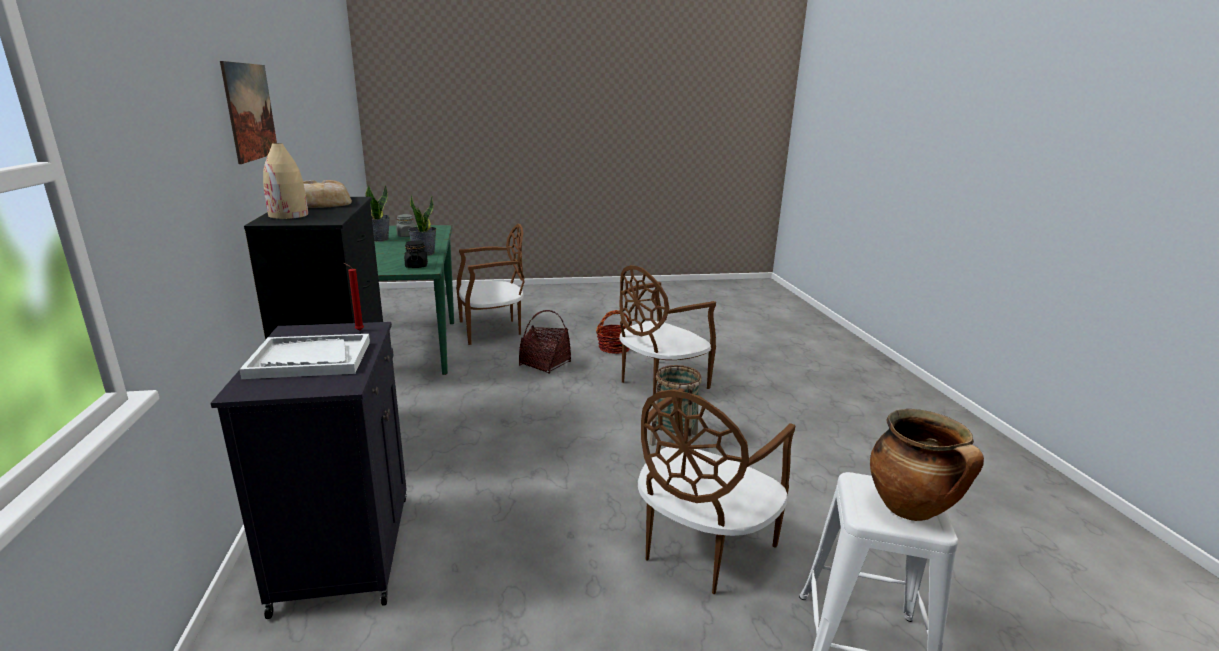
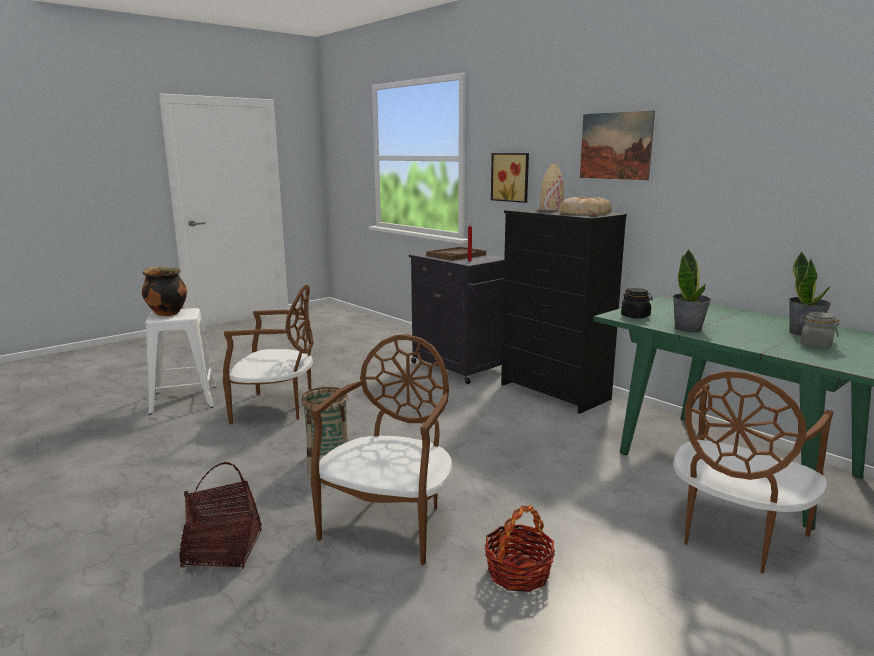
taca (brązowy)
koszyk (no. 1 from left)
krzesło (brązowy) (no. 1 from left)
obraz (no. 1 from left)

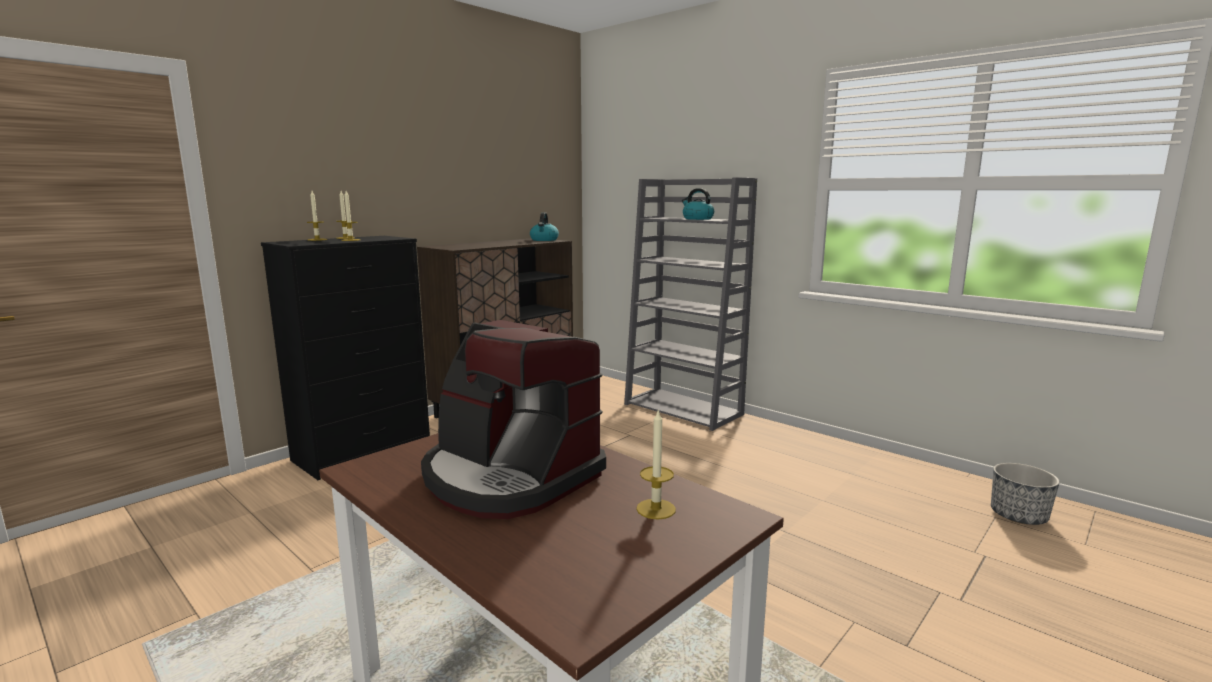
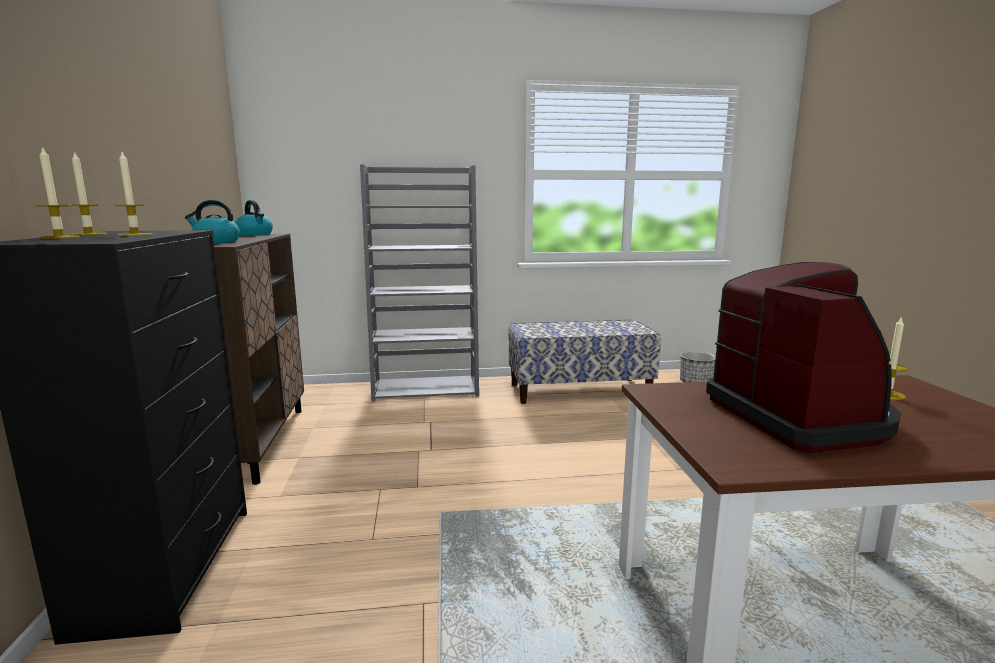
ekspres do kawy
czajnik (no. 1 from left)
ławka

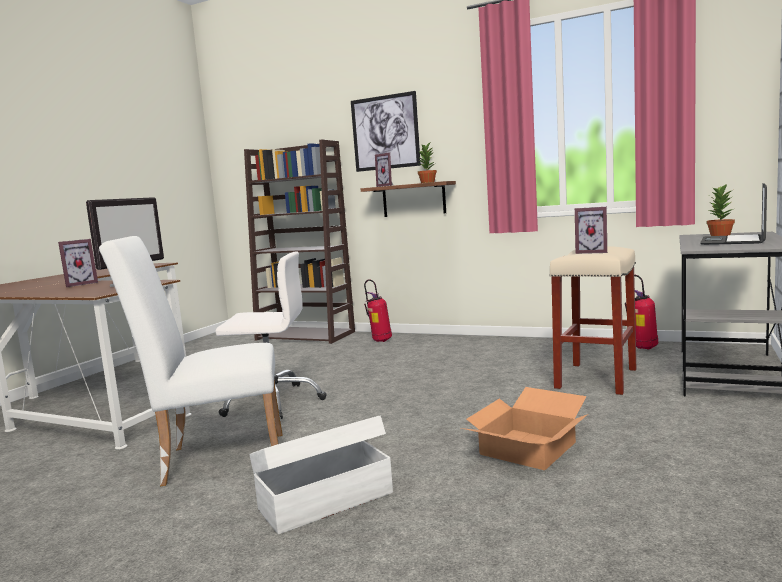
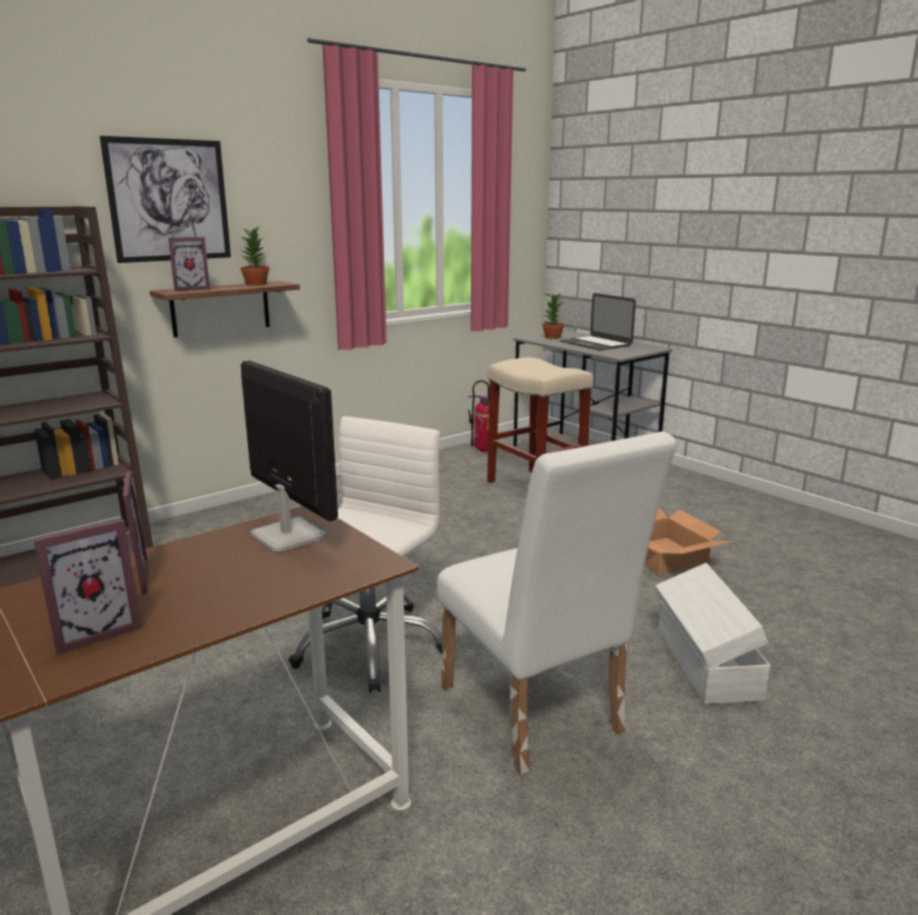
krzesło (biały)
gaśnica (no. 1 from left in the first image)
ramka na zdjęcie (no. 1 from left)

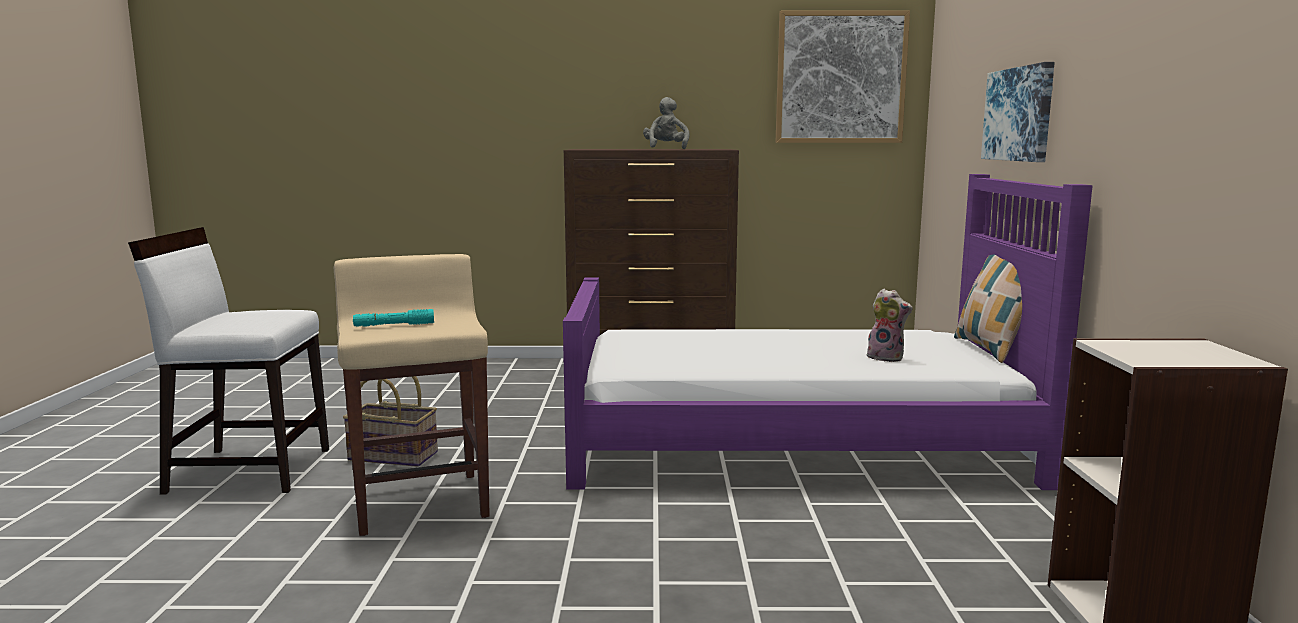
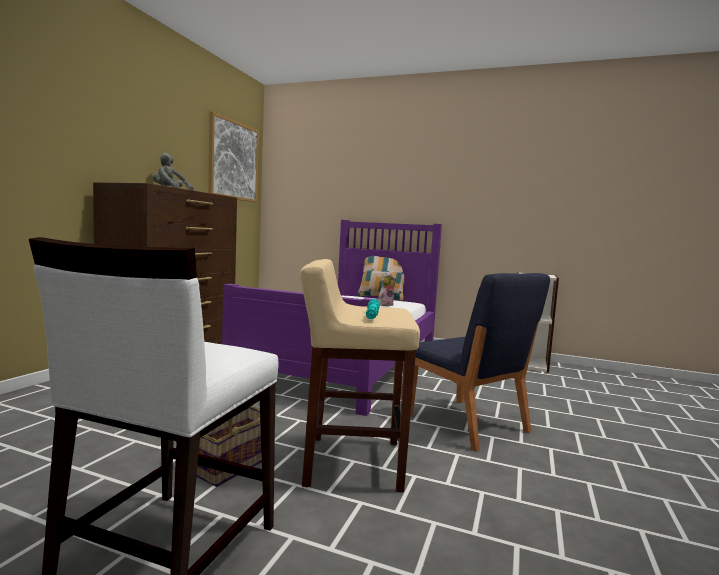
obraz (no. 2 from left in the first image)
krzesło (niebieski)

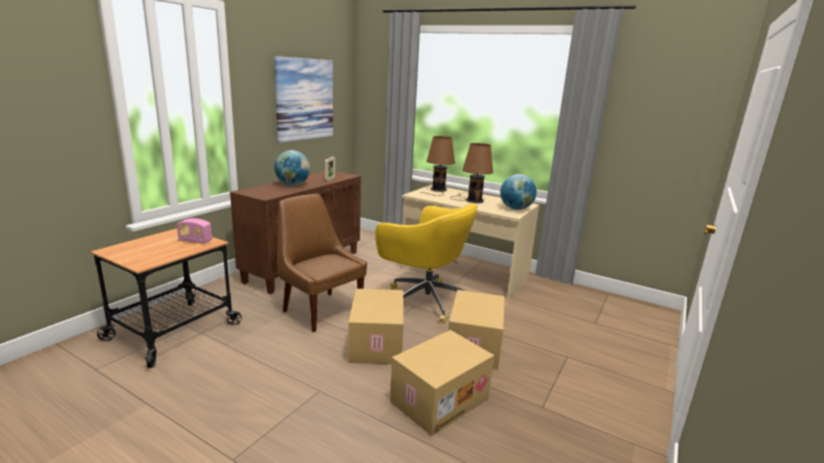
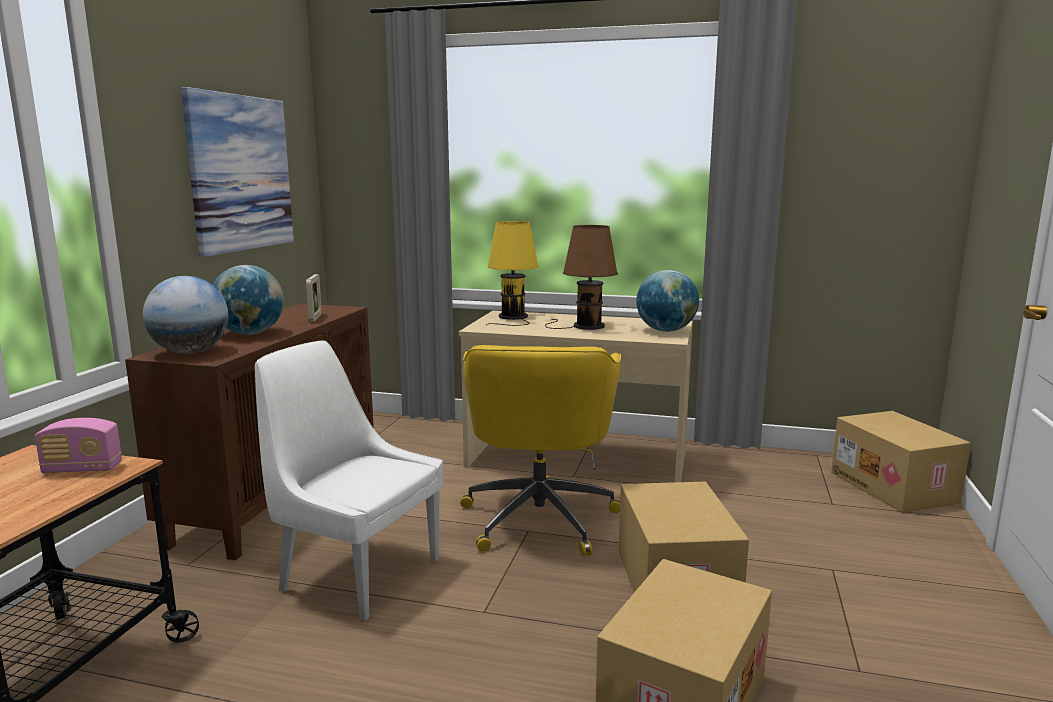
krzesło (biały)
karton (no. 3 from left)
krzesło biurowe (żółty)
lampa stołowa (żółty)
globus (no. 1 from left)

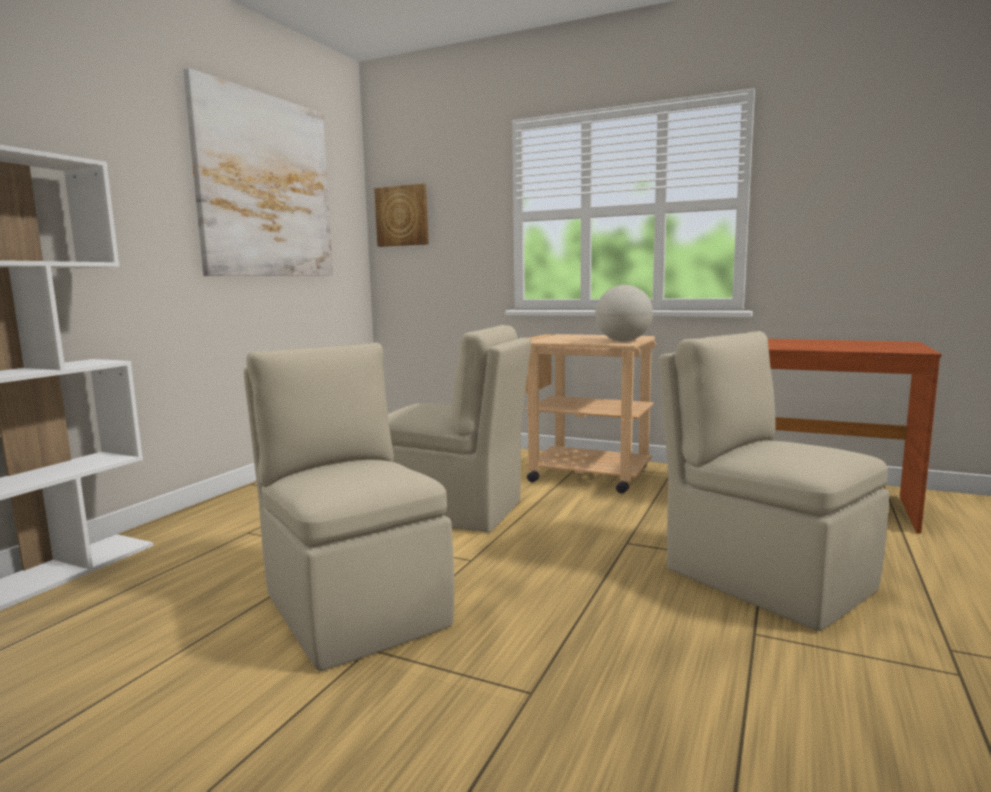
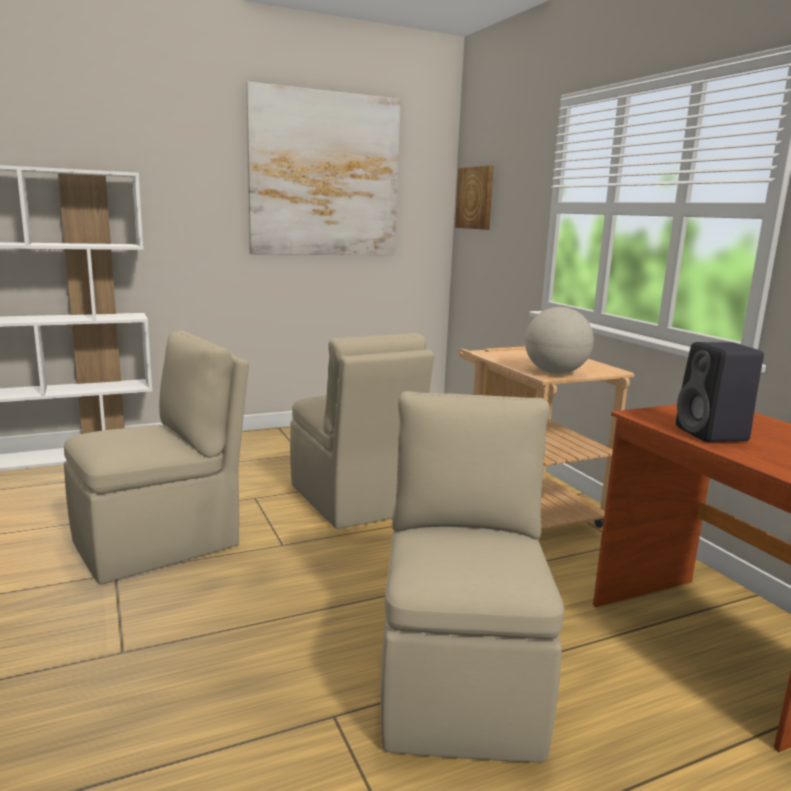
krzesło (beżowy) (no. 1 from left)
głośnik (czarny)

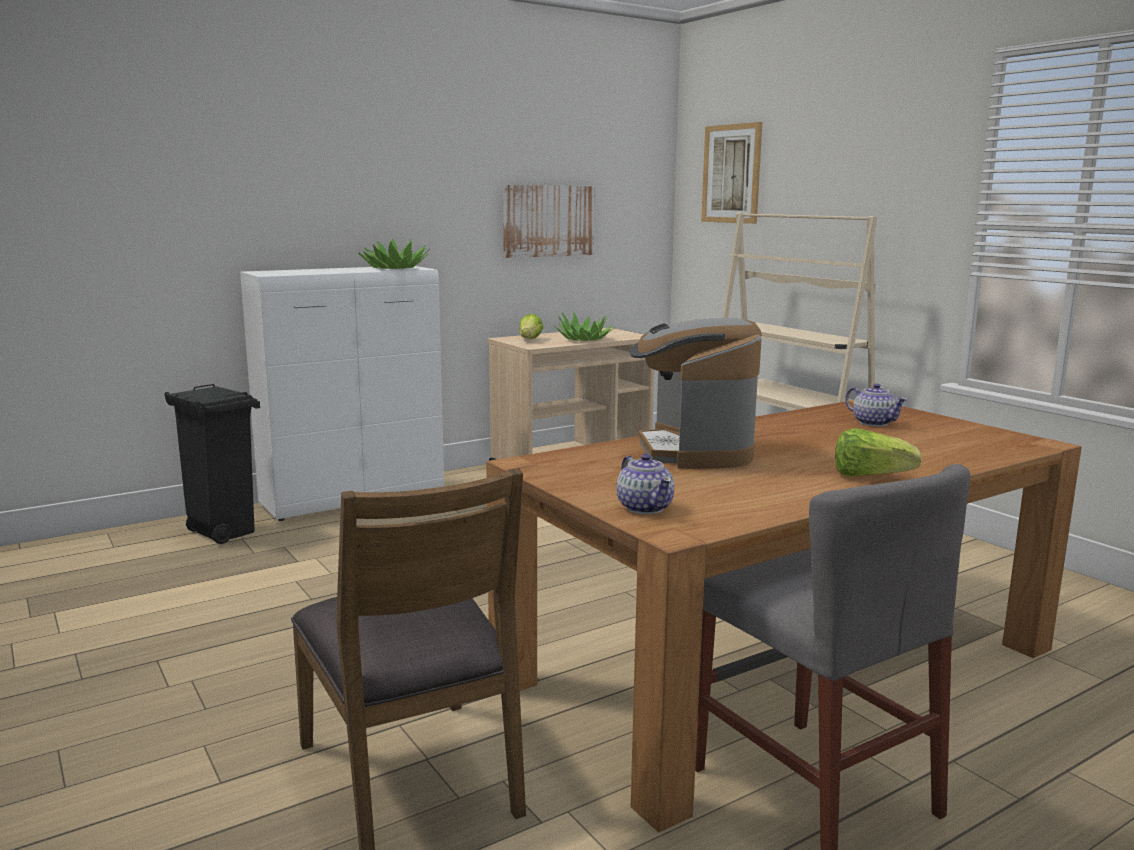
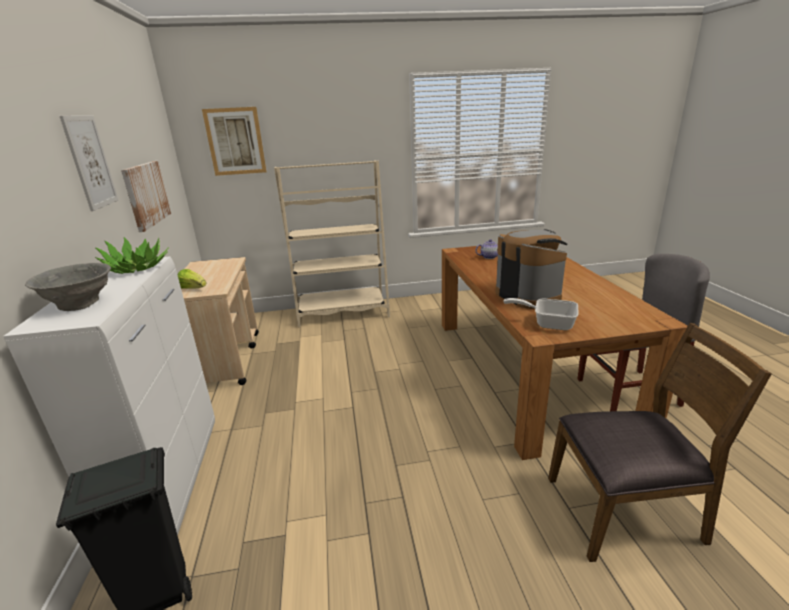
roślina doniczkowa (no. 2 from left in the first image)
imbryk (no. 1 from left in the first image)
ekspres do kawy
sałata (no. 2 from left in the first image)
miska (szary)
obraz (no. 1 from left)
patelnia

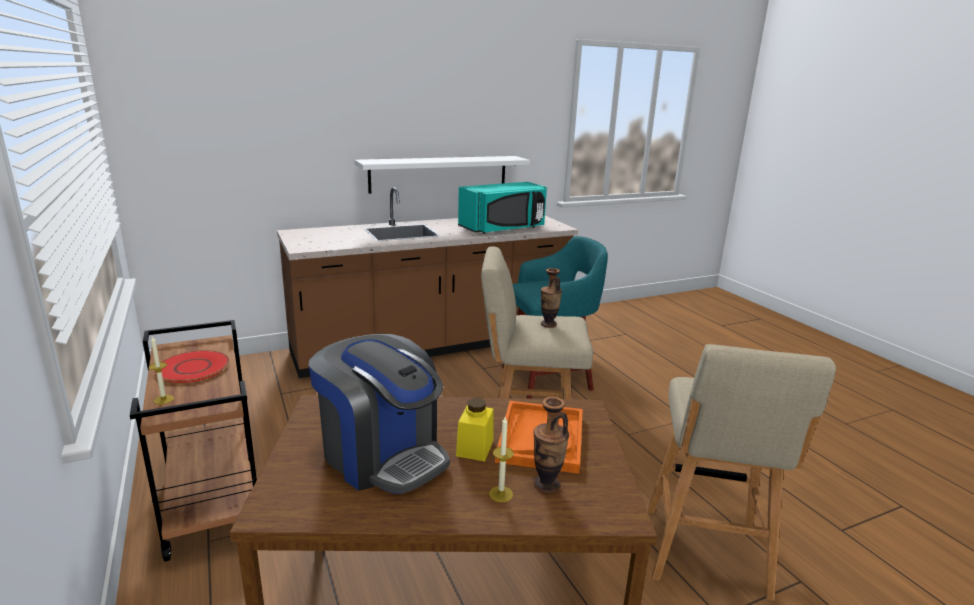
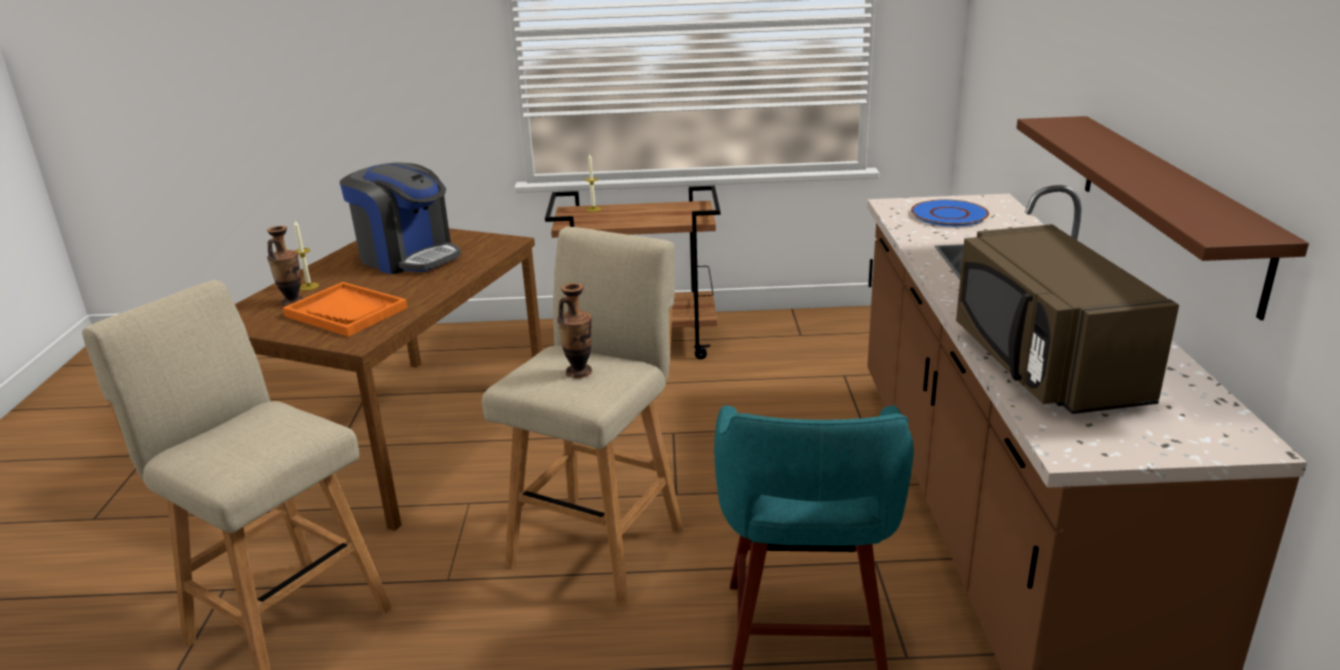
talerz (czerwony)
ekspres do kawy
półka (brązowy)
słoik (żółty)
mikrofalówka (brązowy)
talerz (niebieski)

